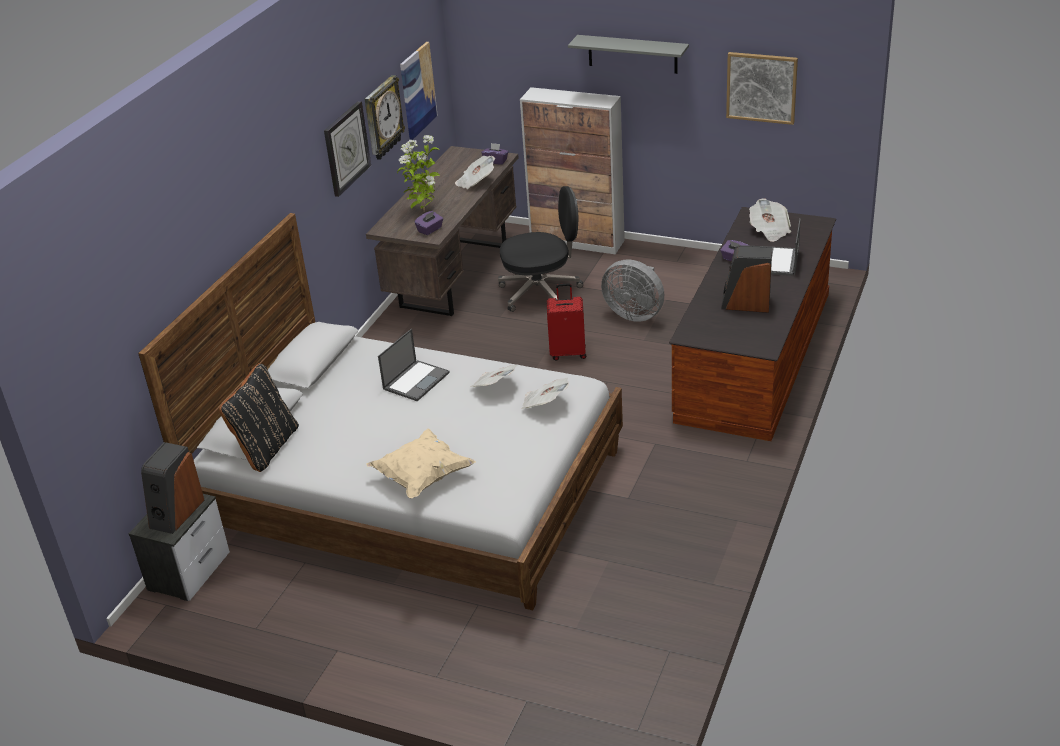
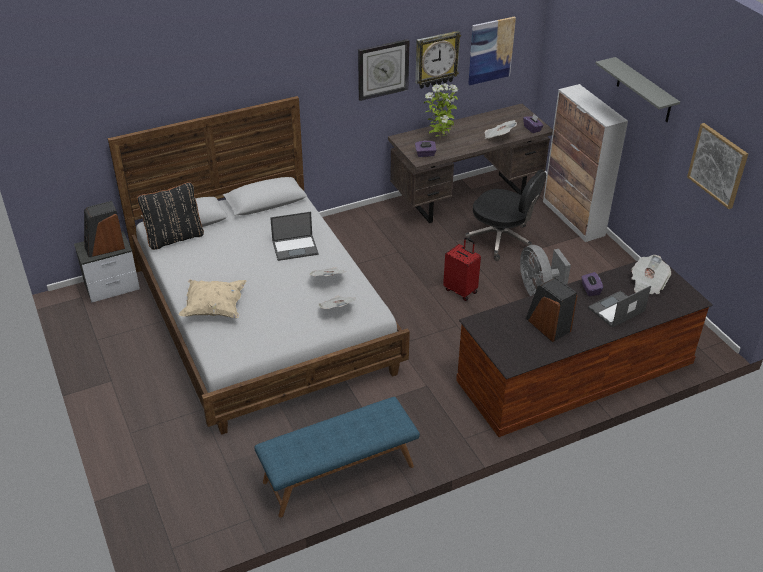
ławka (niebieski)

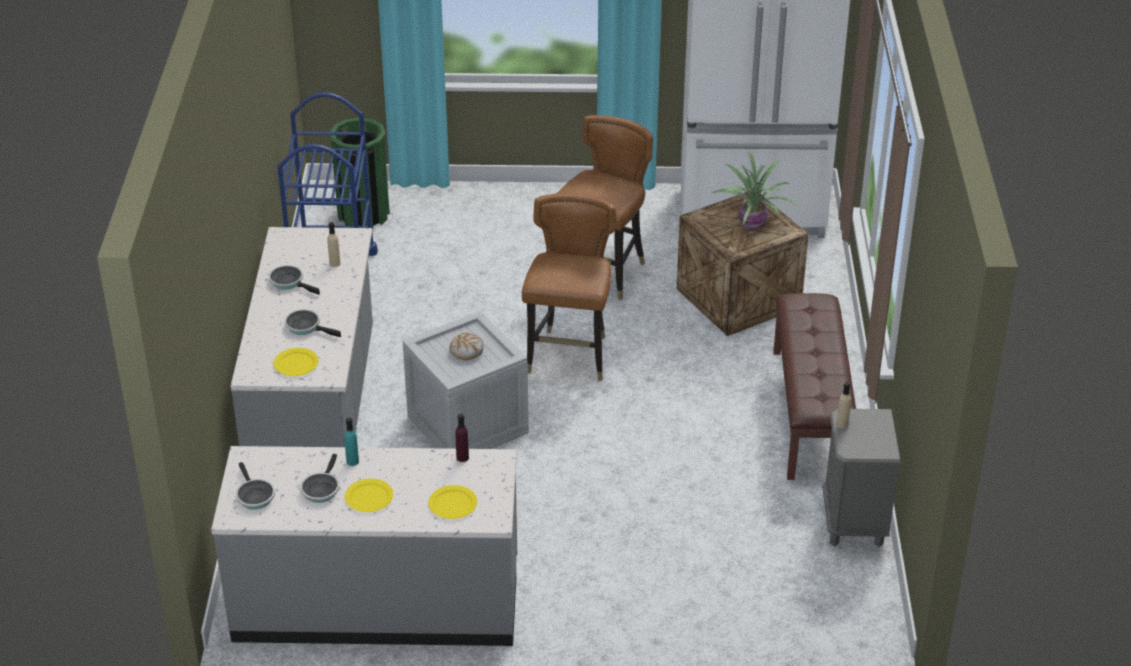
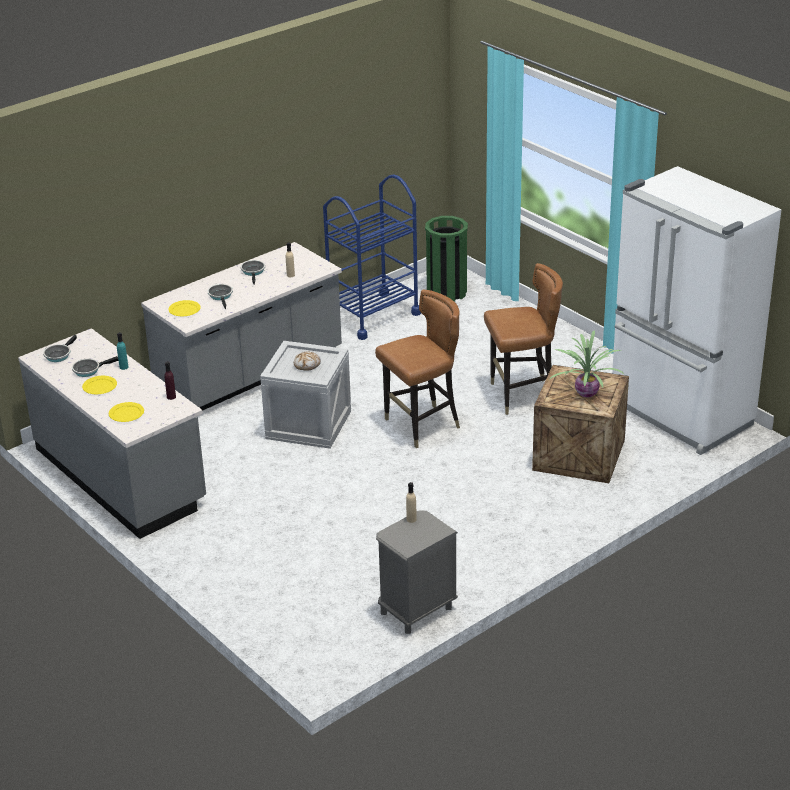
ławka (brązowy)

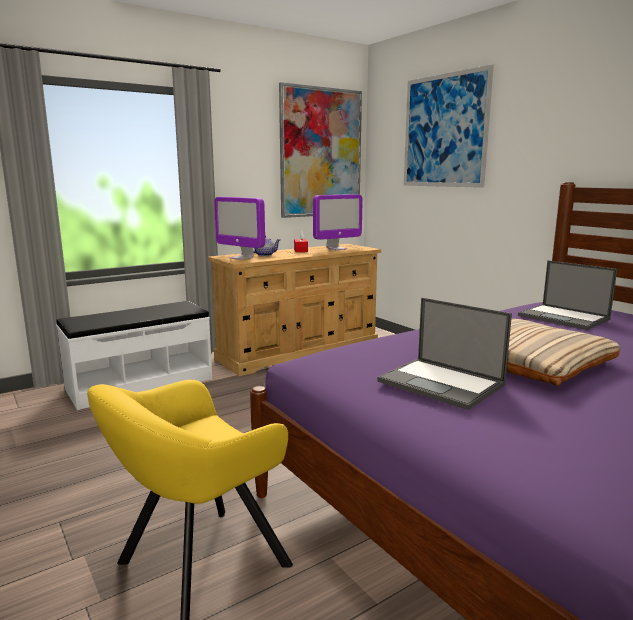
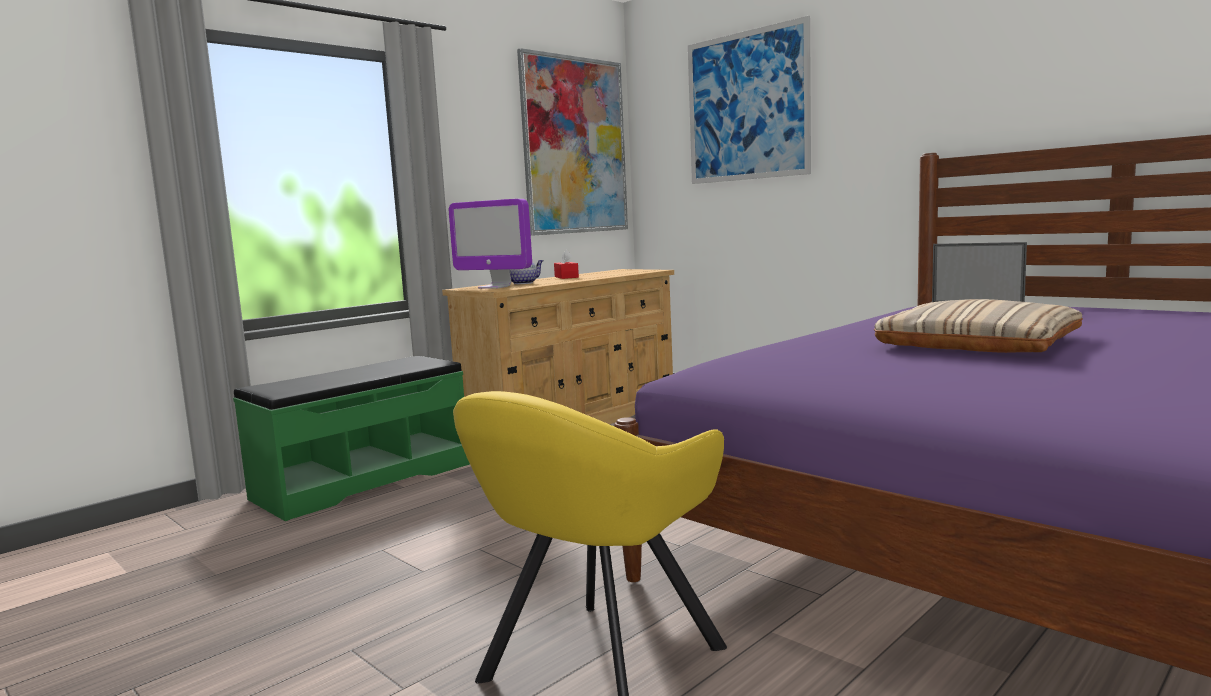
ławka (zielony)
monitor (no. 2 from left in the first image)
laptop (no. 1 from left in the first image)

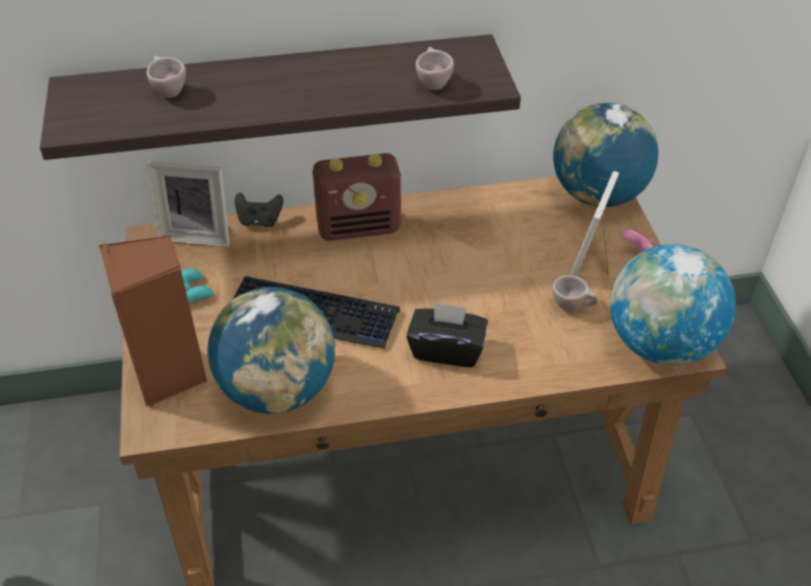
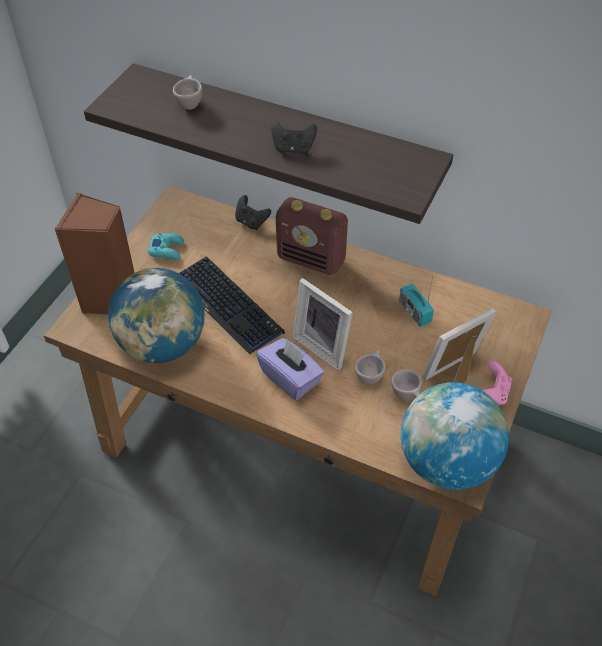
ramka na zdjęcie (no. 1 from left)
pudełko chusteczek (fioletowy)
filiżanka (beżowy) (no. 2 from left)
globus (no. 2 from left in the first image)
pad do gier (czarny) (no. 2 from left)
radio (no. 2 from left)

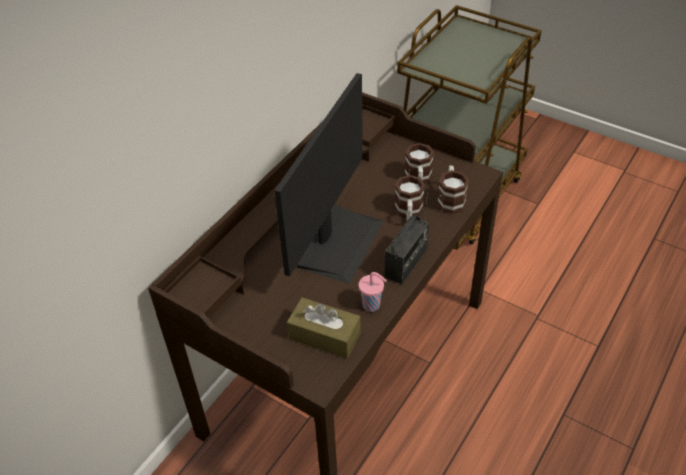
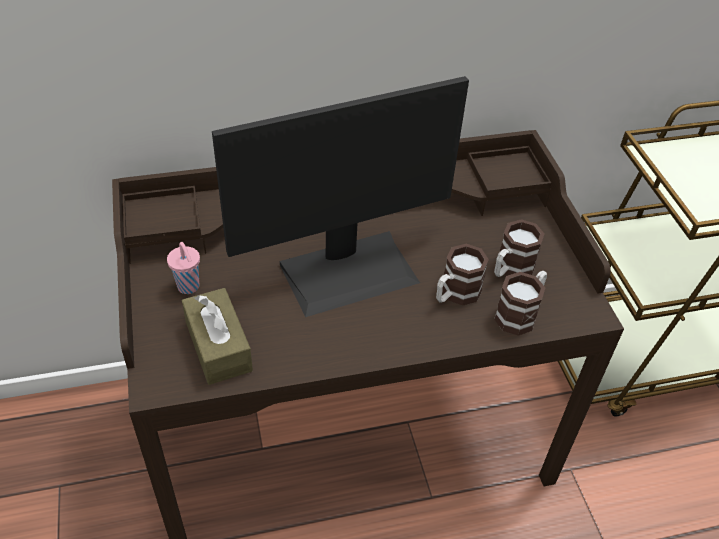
filiżanka (różowy)
radio

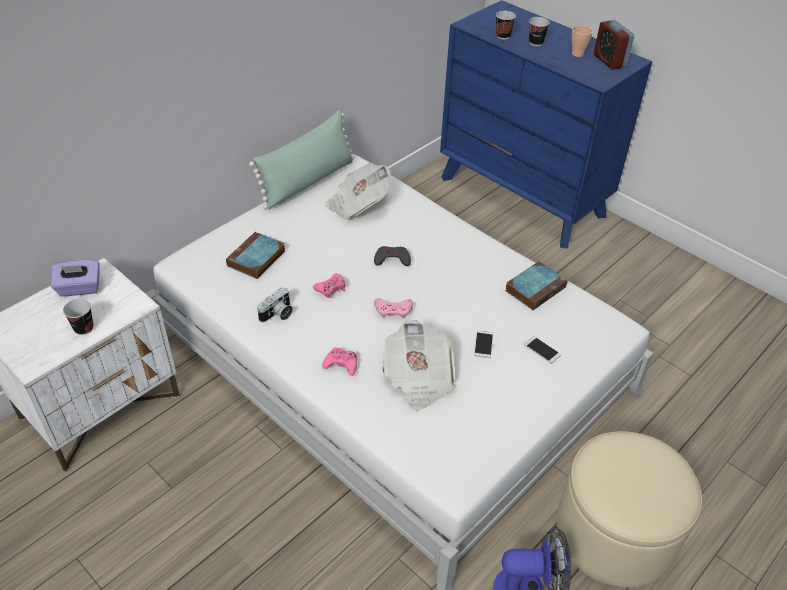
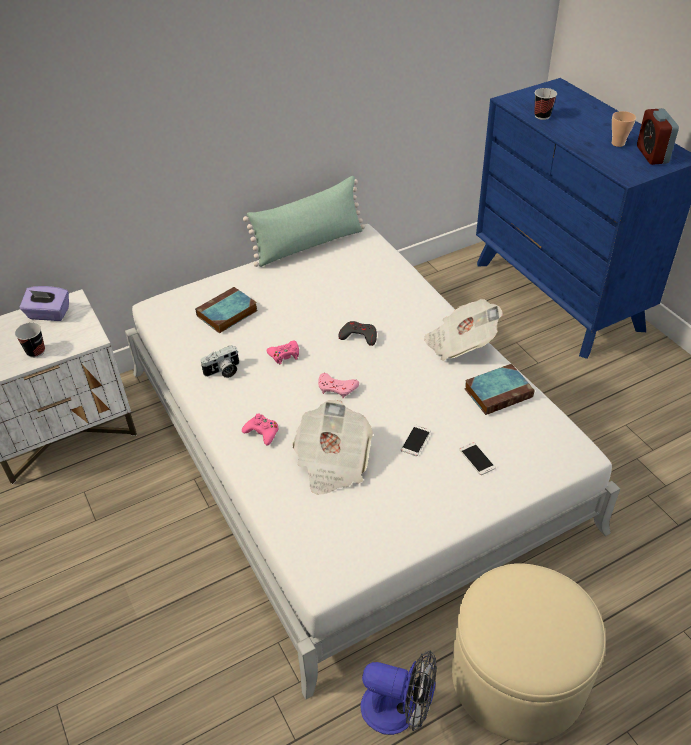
gazeta (no. 2 from left)
filiżanka (no. 3 from left in the first image)

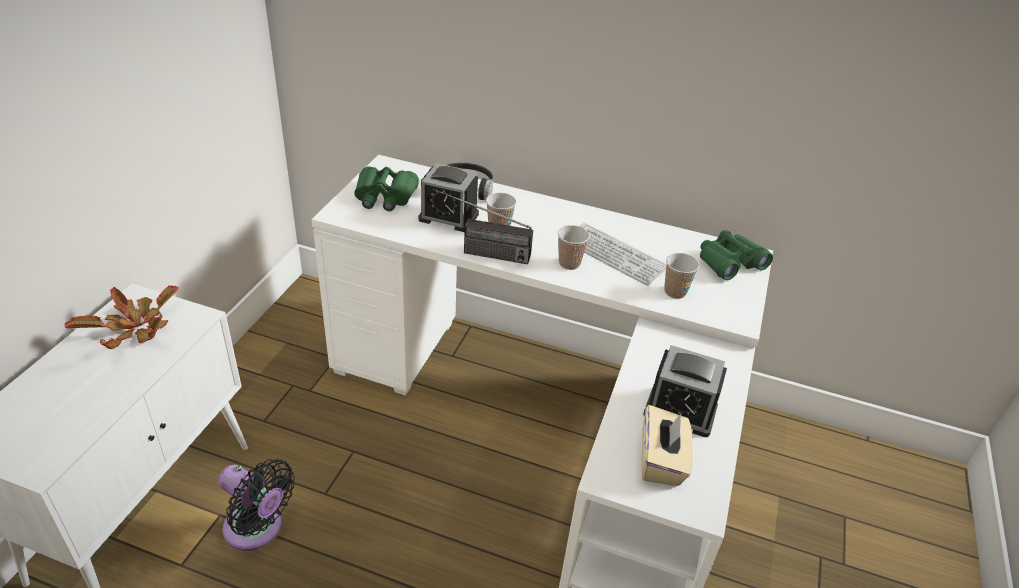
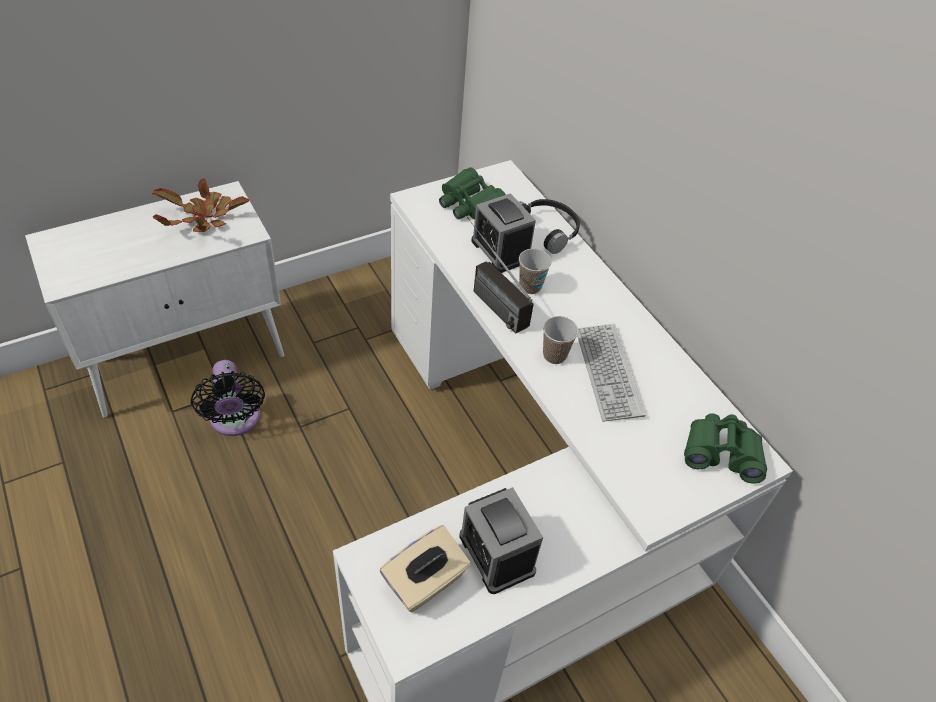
filiżanka (no. 3 from left in the first image)

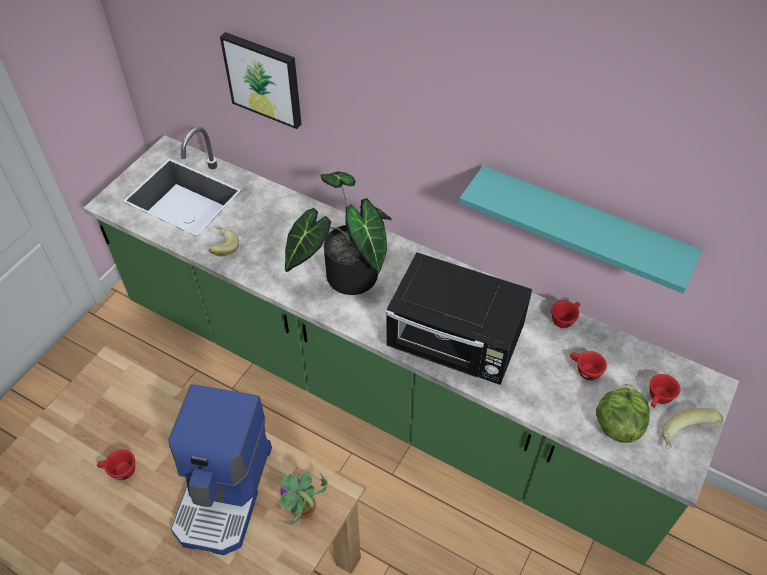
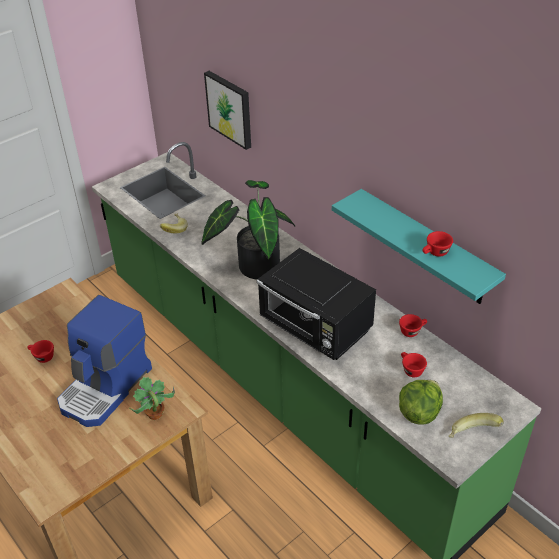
filiżanka (czerwony) (no. 4 from left)

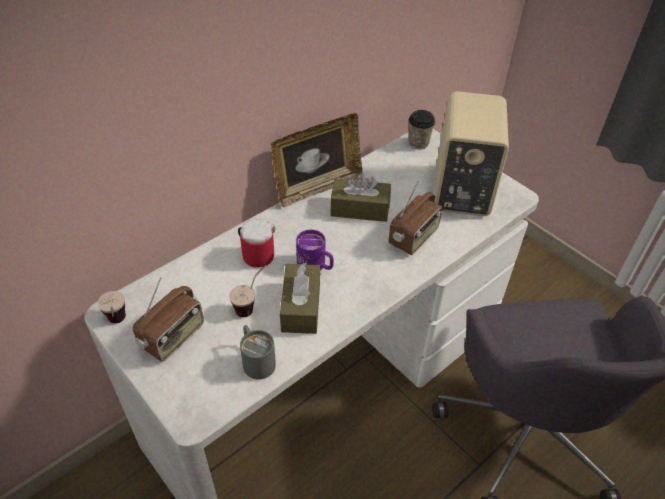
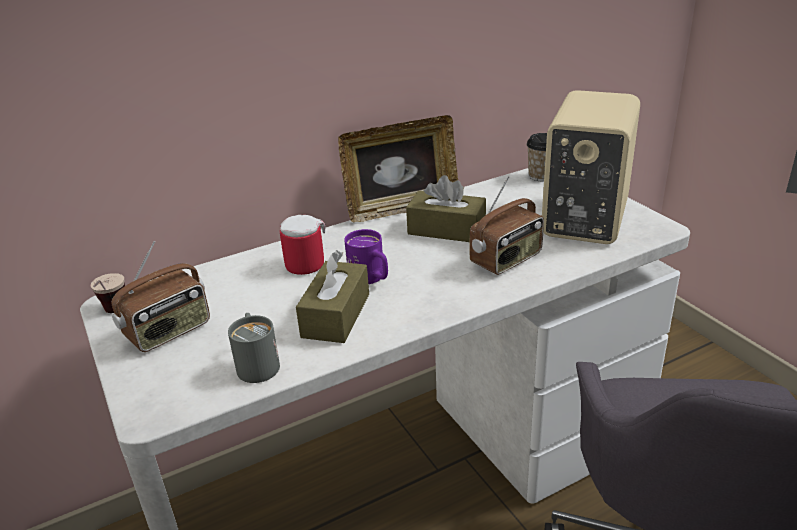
filiżanka (no. 2 from left in the first image)

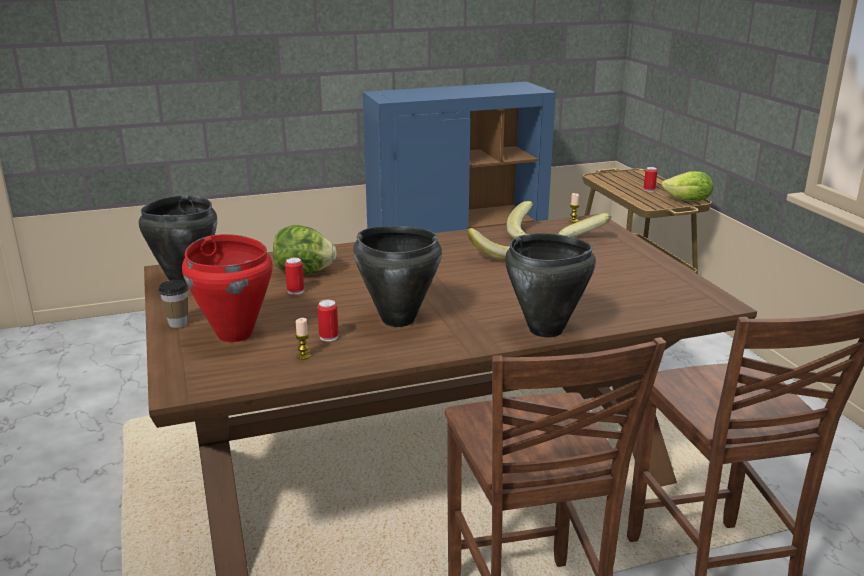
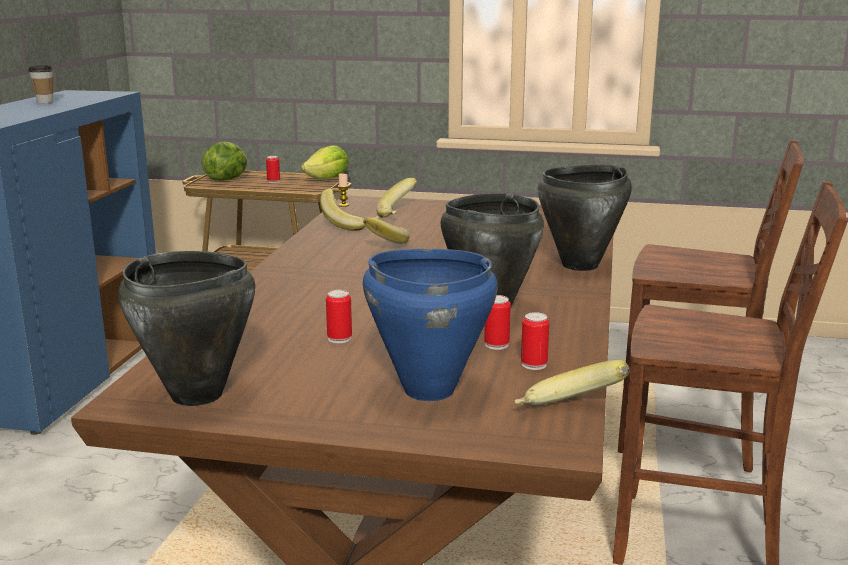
filiżanka
garnek (niebieski)
sałata (no. 1 from left)
puszka (no. 4 from left)
banan (no. 4 from left)

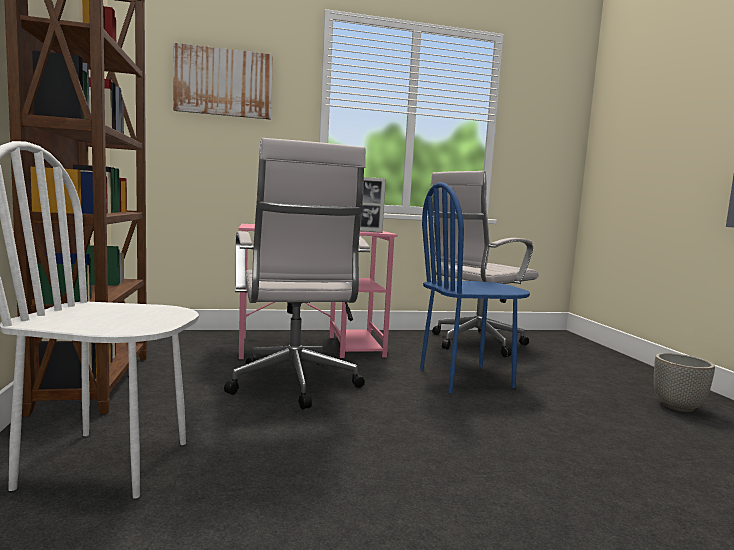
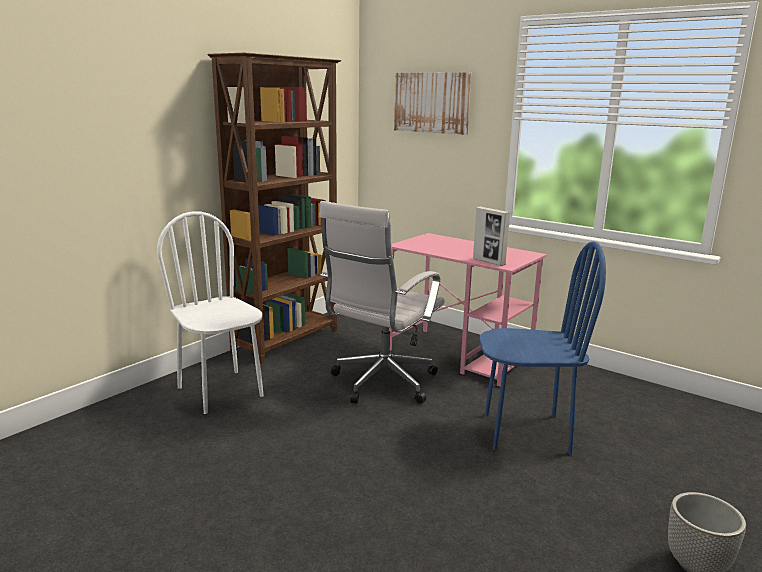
krzesło (niebieski)
krzesło biurowe (biały) (no. 2 from left in the first image)

